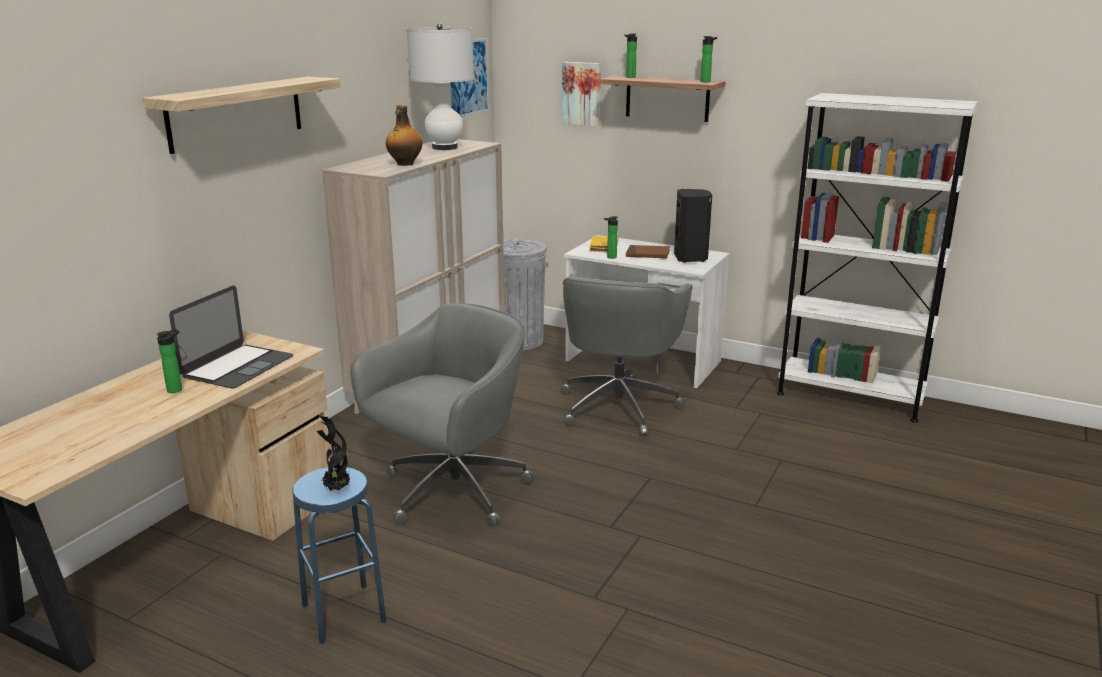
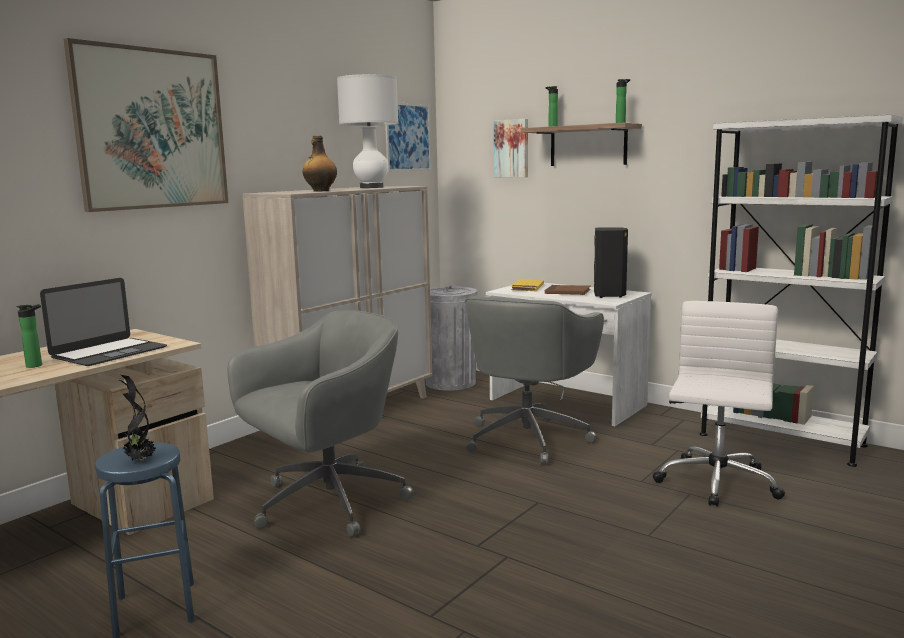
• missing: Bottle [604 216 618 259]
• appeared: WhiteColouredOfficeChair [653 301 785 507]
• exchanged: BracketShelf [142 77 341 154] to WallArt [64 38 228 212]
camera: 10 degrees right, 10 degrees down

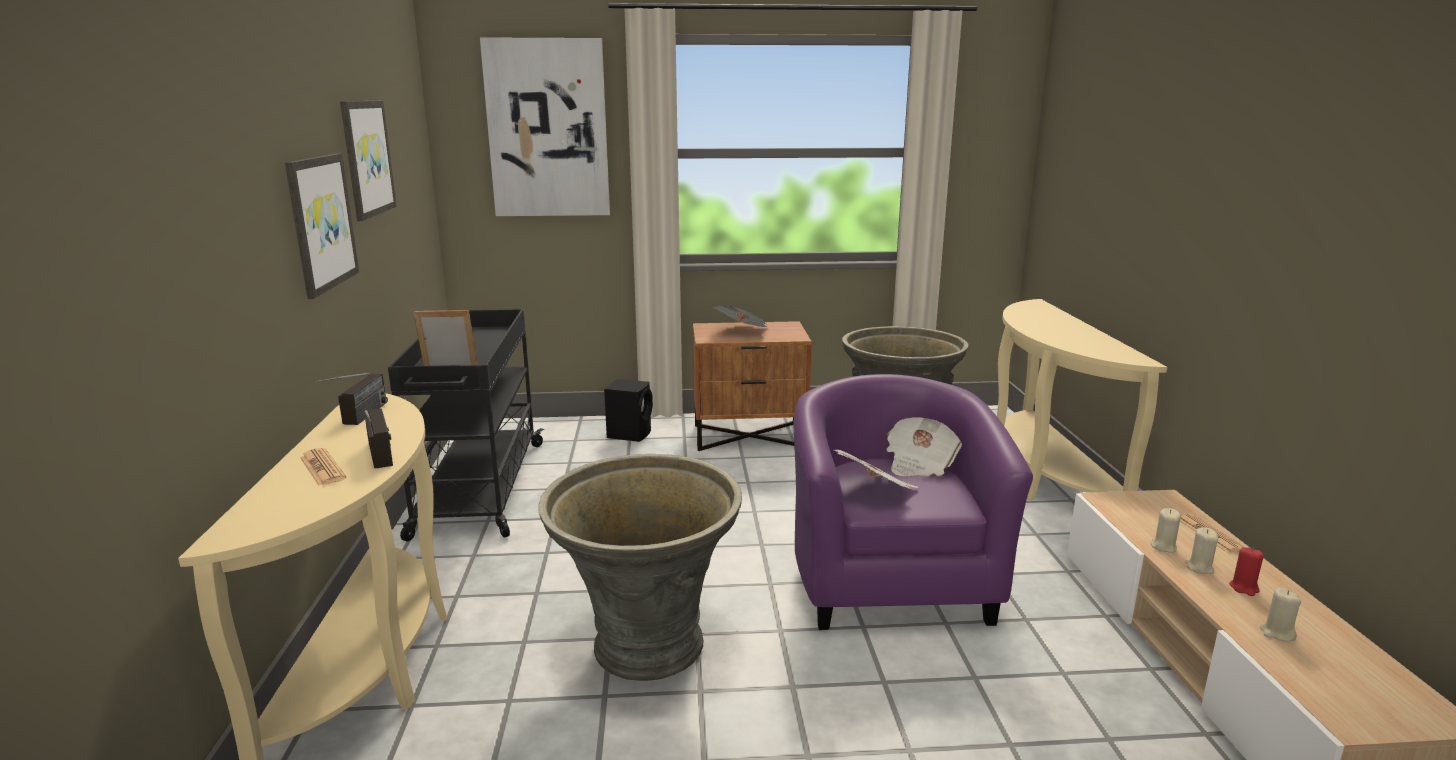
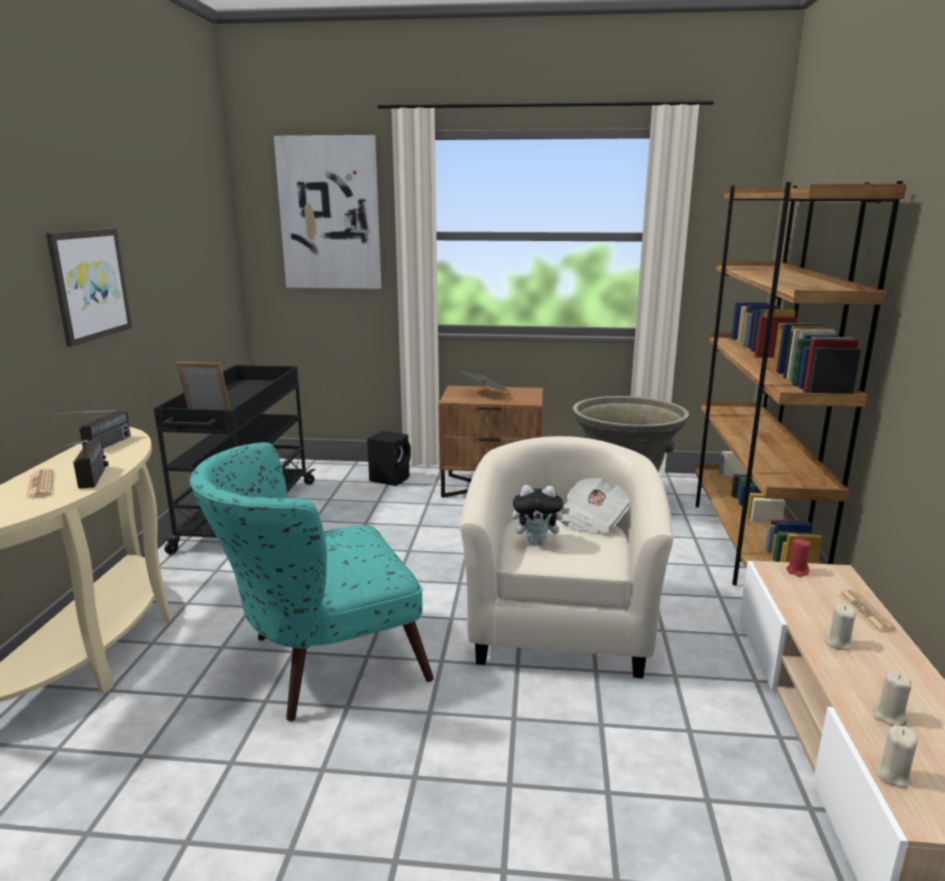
• missing: WallArt [340 101 397 221]
• relocated: SandColouredWaxLight [1151 508 1181 553] to [875 725 918 788]
• relocated: ReddishWaxLight [1229 547 1264 596] to [786 538 810 577]
• exchanged: GreyishFlowerPot [539 454 742 681] to TurquoiseLoungeChair [189 442 434 721]
• exchanged: DailyPaper [833 450 919 489] to CuddlyToy [512 485 570 545]
• exchanged: SandColouredConsoleTable [997 299 1167 500] to BrownBookcase [694 181 907 586]
• colour: PurpleLoungeChair [794 374 1033 630] to SandColouredLoungeChair [460 436 674 679]
camera: 10 degrees right, 0 degrees up

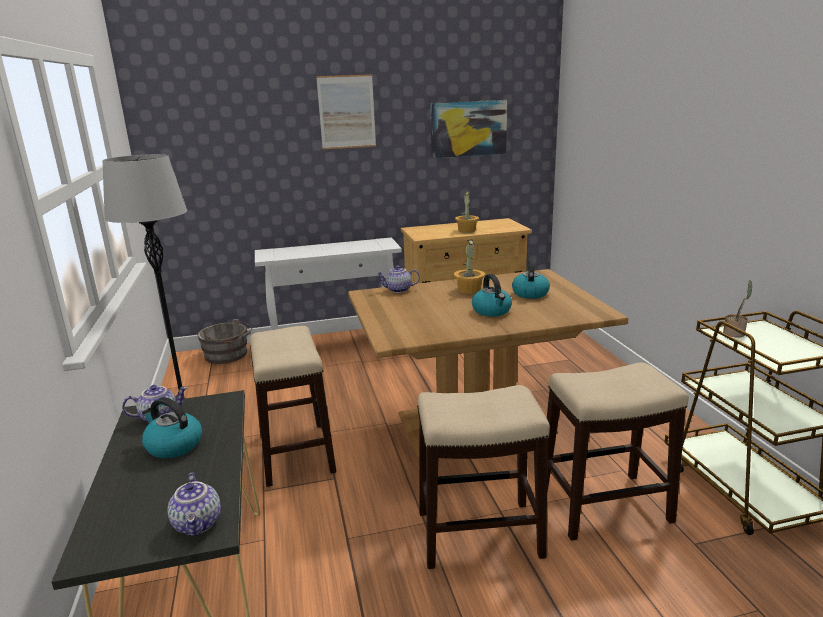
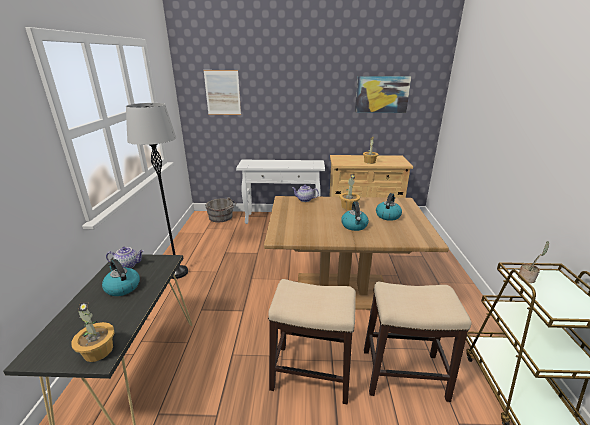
• missing: StoolSeat [250 326 336 487]
• relocated: WallArt [316 74 376 149] to [203 70 241 115]
• exchanged: TeaPot [168 473 221 536] to Houseplant [71 302 115 362]
camera: 15 degrees right, 5 degrees up

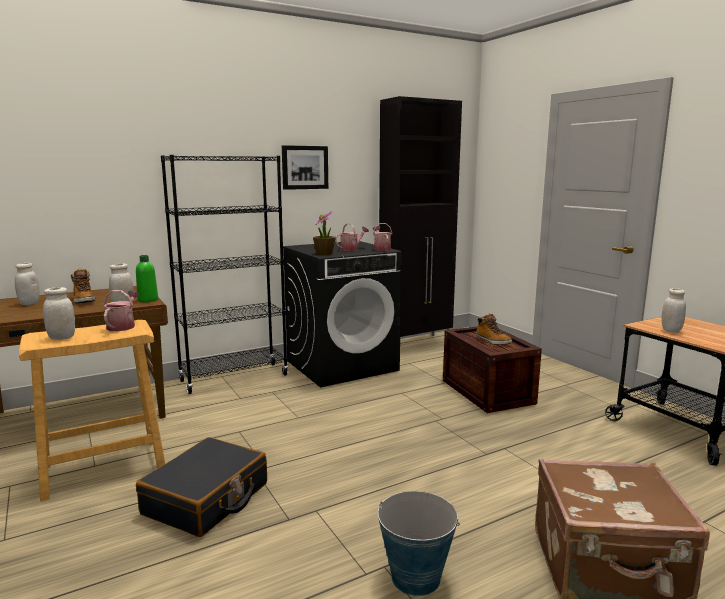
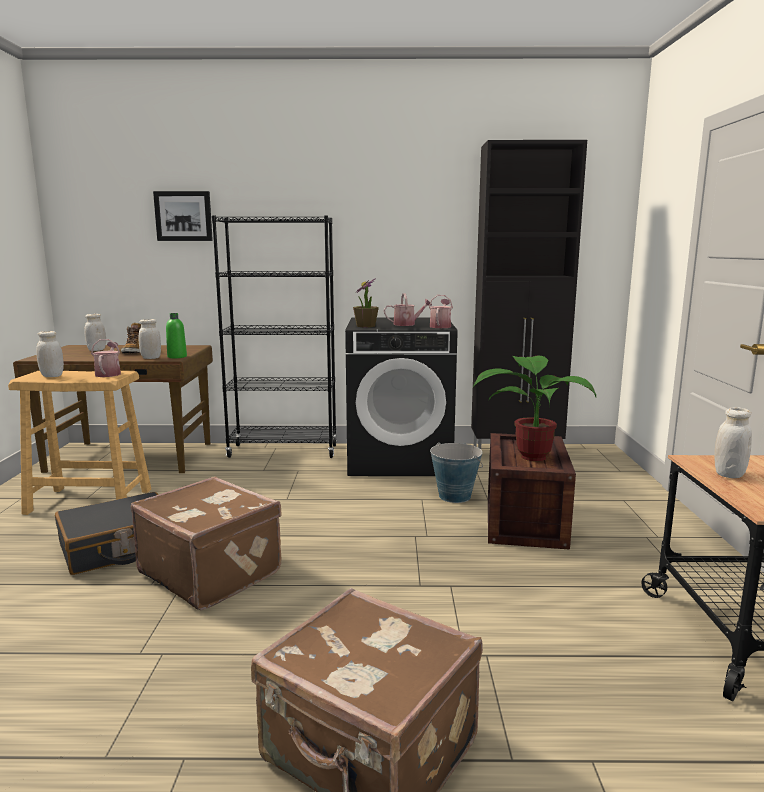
• appeared: BrownTravelCase [131 476 282 610]
• relocated: WallArt [282 145 328 190] to [153 191 213 241]
• relocated: WaterBucket [378 491 460 596] to [430 442 483 503]
• exchanged: Boot [476 313 512 345] to Houseplant [473 356 596 461]
• spun: WateringPot [104 290 139 331] = [91 339 121 377] 45 degrees counterclockwise
camera: 30 degrees right, 0 degrees up

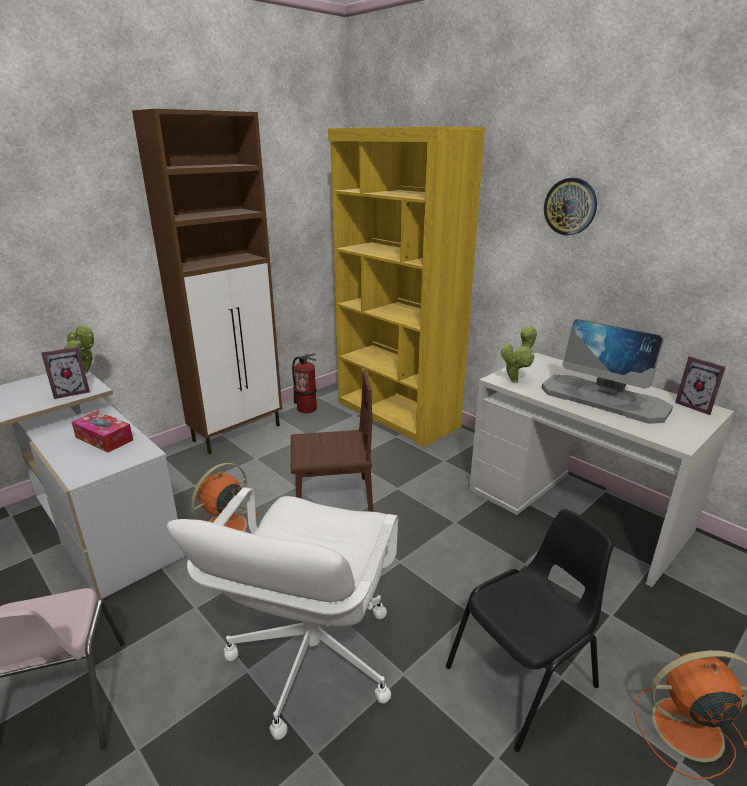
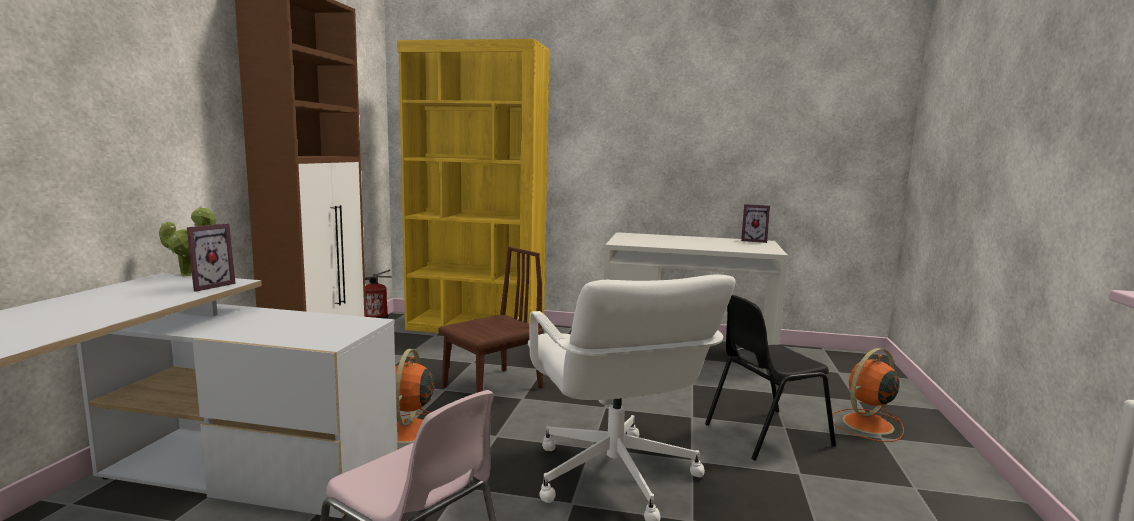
• missing: BoxOfTissues [72 411 133 453]
• missing: Houseplant [501 326 538 383]
• missing: ComputerDisplay [542 319 673 424]
• missing: ClockOnTheWall [544 178 597 235]
• spun: BlackChair [446 509 614 752] = [705 295 836 461] 135 degrees counterclockwise
camera: 35 degrees left, 15 degrees down

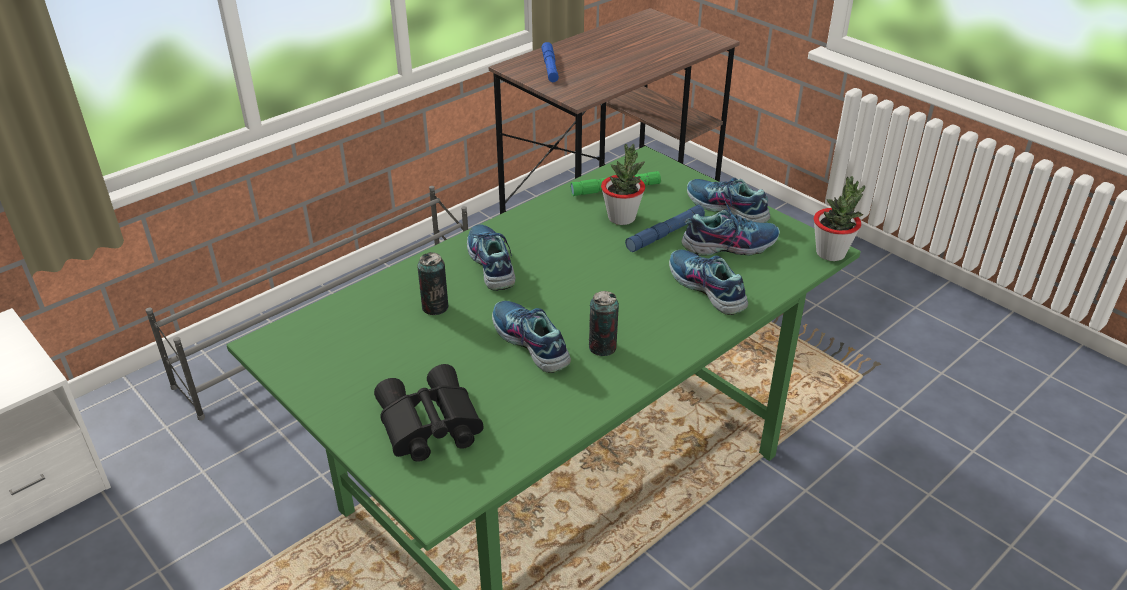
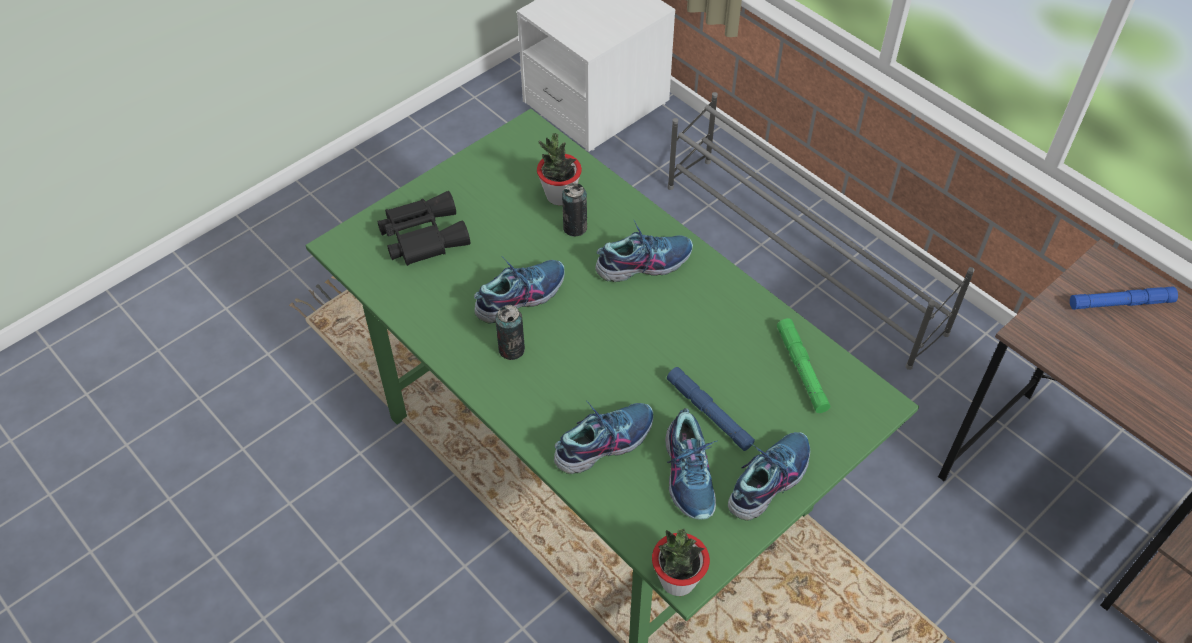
• relocated: Houseplant [601 144 645 225] to [537 133 582 206]
camera: 90 degrees right, 15 degrees up

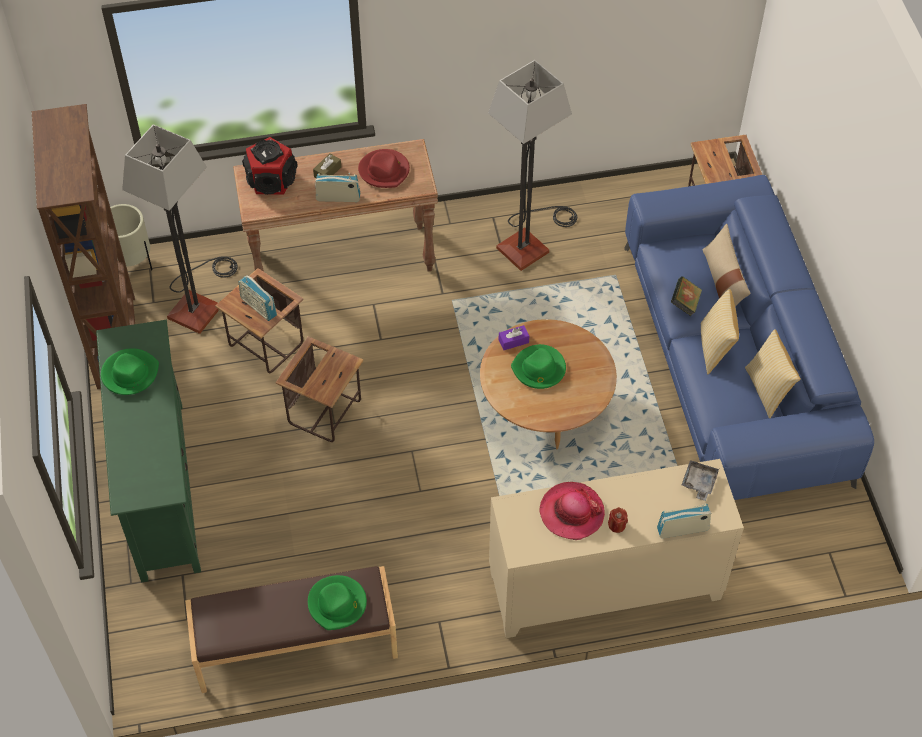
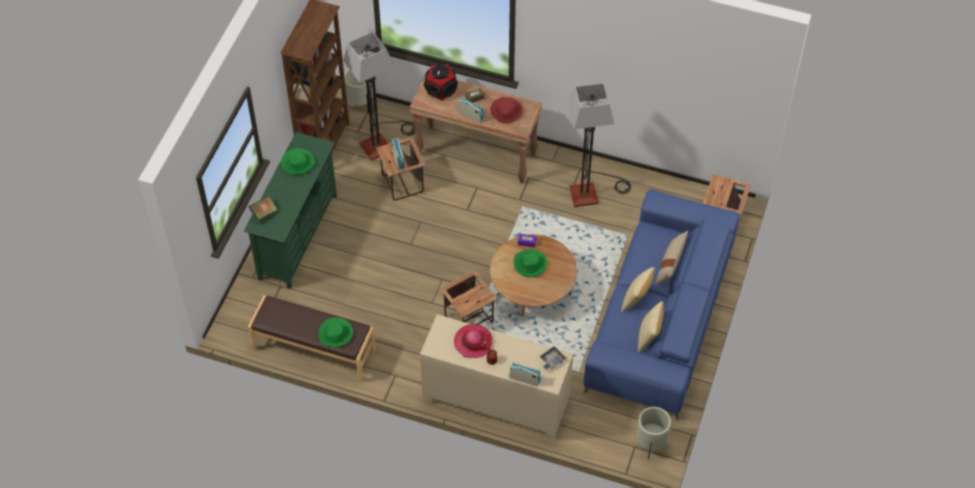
• appeared: SandColouredFlowerPot [636 407 671 459]
• relocated: SideTable [276 336 363 442] to [440 270 497 324]
• relocated: Volume [671 276 702 316] to [249 196 278 221]
camera: 30 degrees right, 0 degrees up

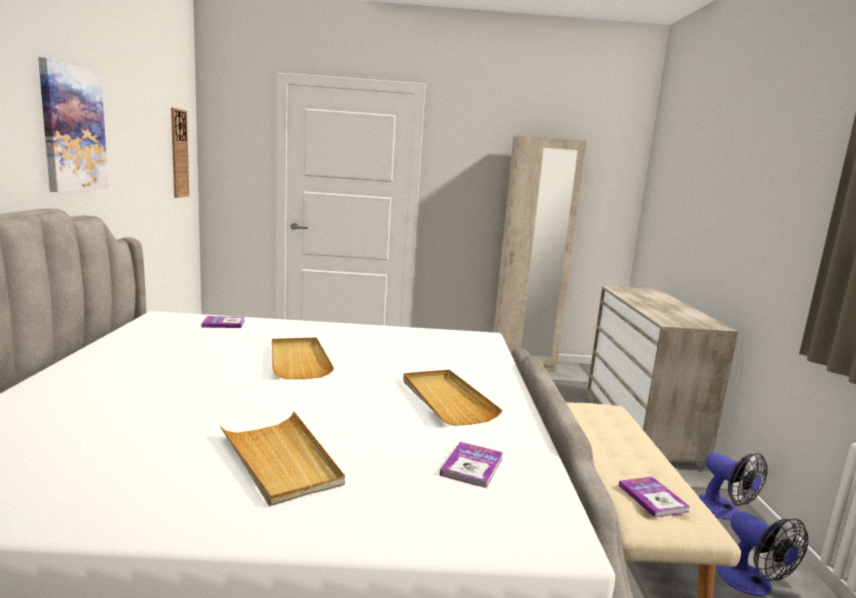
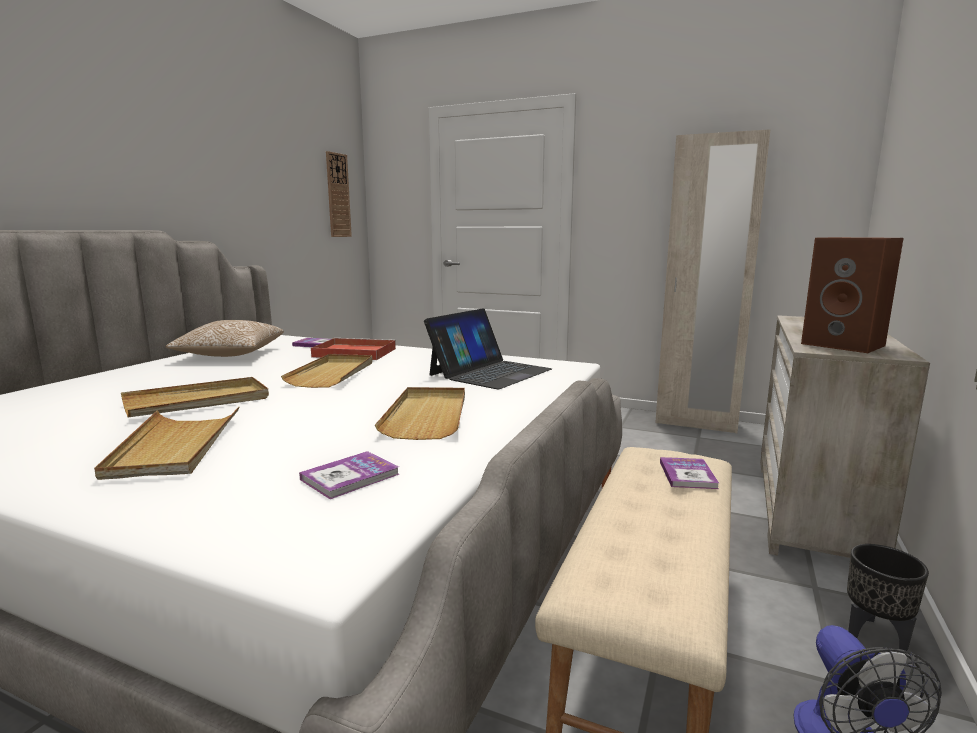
• missing: WallArt [38 57 108 192]
• appeared: SandColouredServingTray [121 377 269 418]
• appeared: Cushion [166 320 284 357]
• appeared: ReddishServingTray [311 338 396 360]
• appeared: PortableComputer [424 308 552 389]
• appeared: BrownLoudspeaker [801 237 903 353]
• relocated: Volume [619 477 690 518] to [660 457 719 489]
• exchanged: Fan [698 453 768 519] to BlackFlowerPot [847 544 929 651]
camera: 25 degrees right, 0 degrees up

